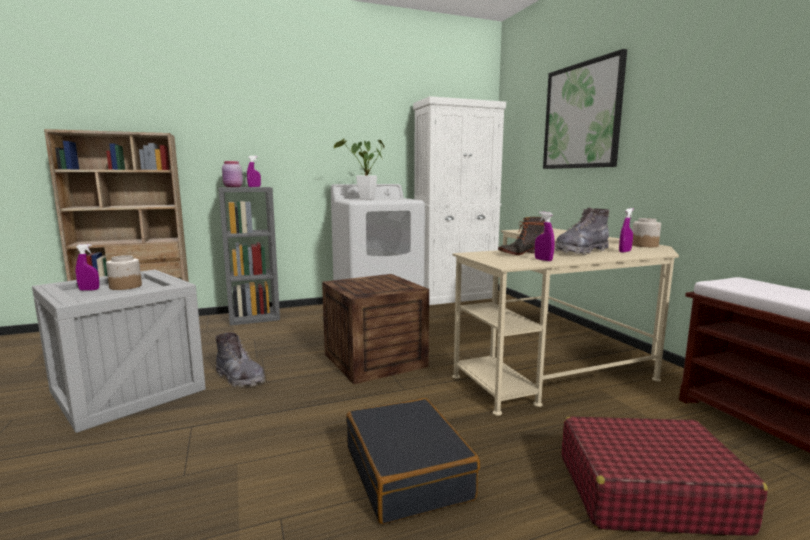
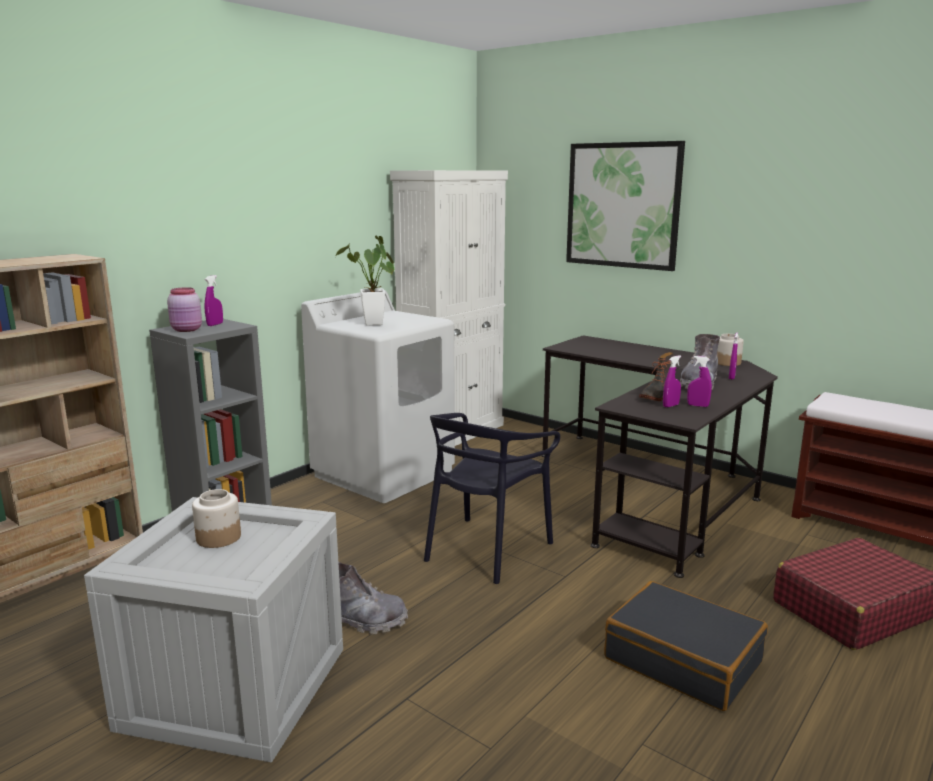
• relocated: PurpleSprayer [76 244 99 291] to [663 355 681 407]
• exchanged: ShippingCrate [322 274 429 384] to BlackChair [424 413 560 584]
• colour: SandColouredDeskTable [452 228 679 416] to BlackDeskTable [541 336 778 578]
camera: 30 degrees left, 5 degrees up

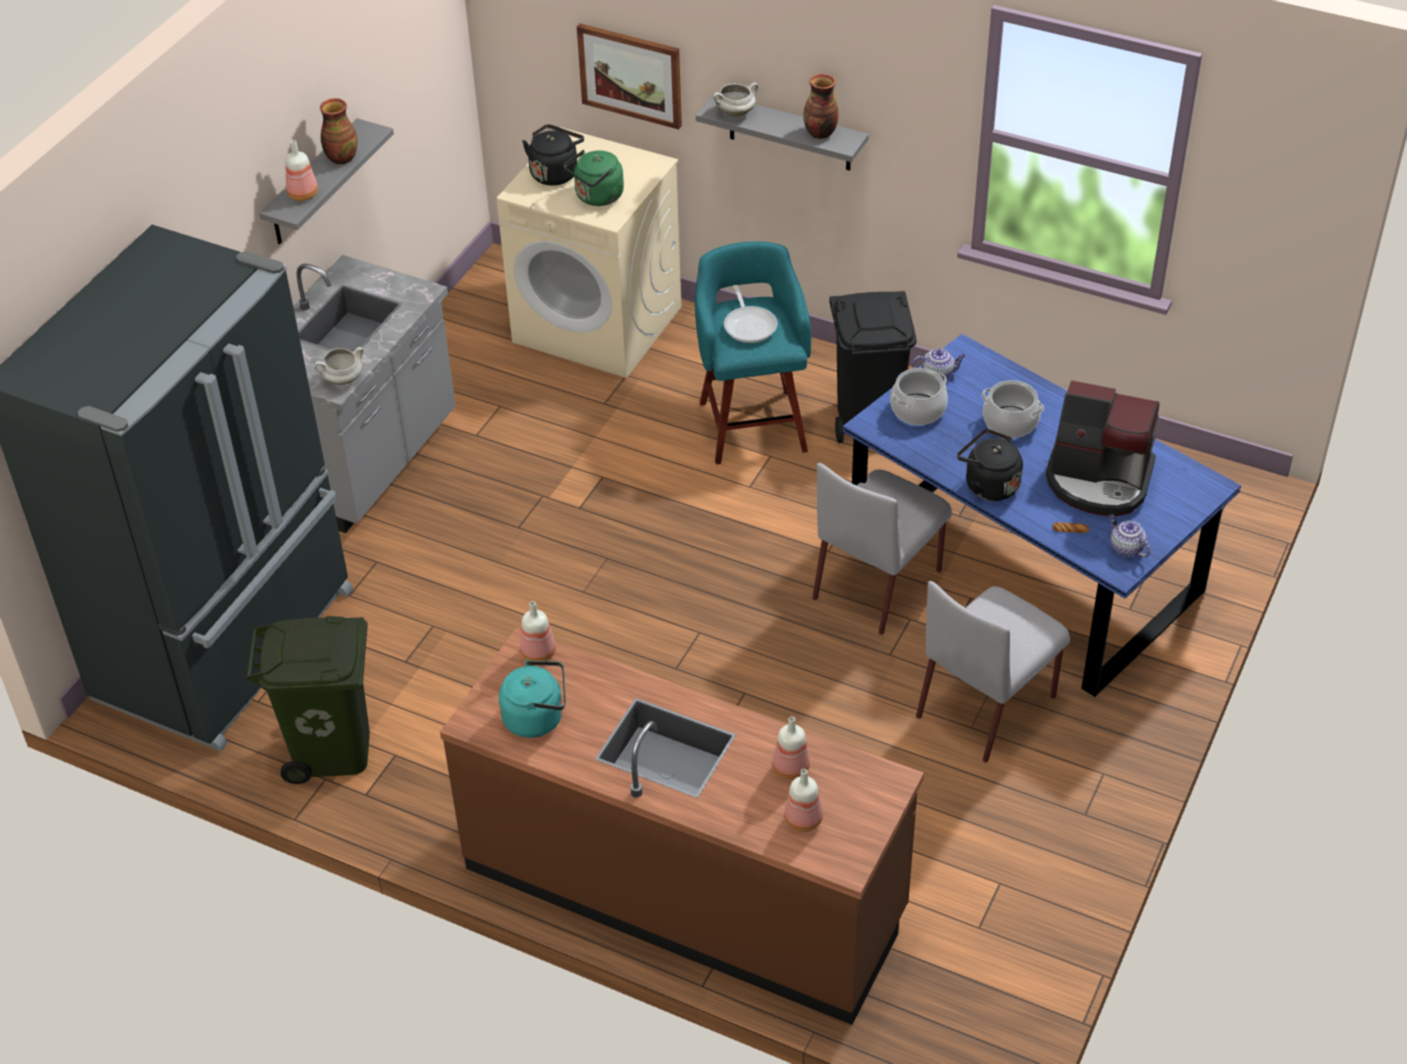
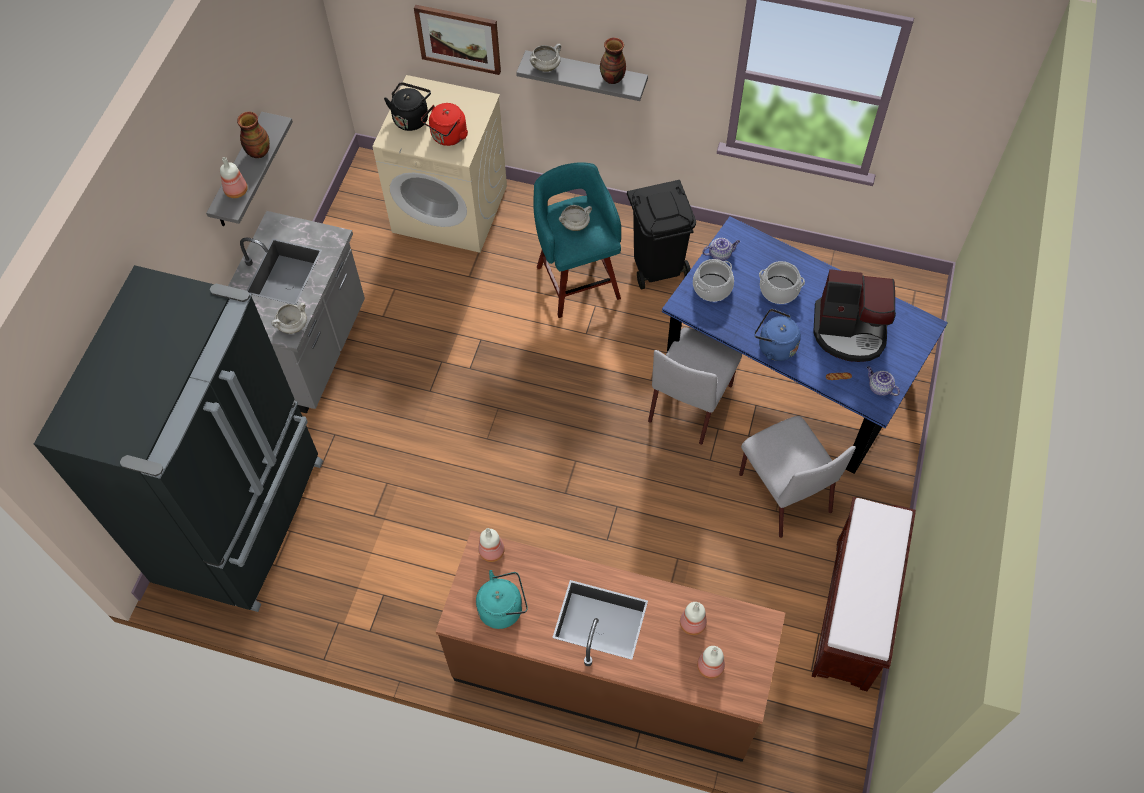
• missing: GreenishTrashCan [246 616 370 784]
• appeared: BrownBench [812 497 916 691]
• exchanged: Skillet [724 285 777 343] to WhiteColouredCookingPot [559 205 592 231]
• colour: GreenishWaterKettle [564 150 624 206] to ReddishWaterKettle [421 103 468 146]
• colour: BlackWaterKettle [957 429 1023 501] to BluishWaterKettle [754 309 801 361]
• spun: GreyishChair [916 581 1070 763] = [739 416 856 538] 60 degrees counterclockwise
camera: 10 degrees left, 15 degrees up

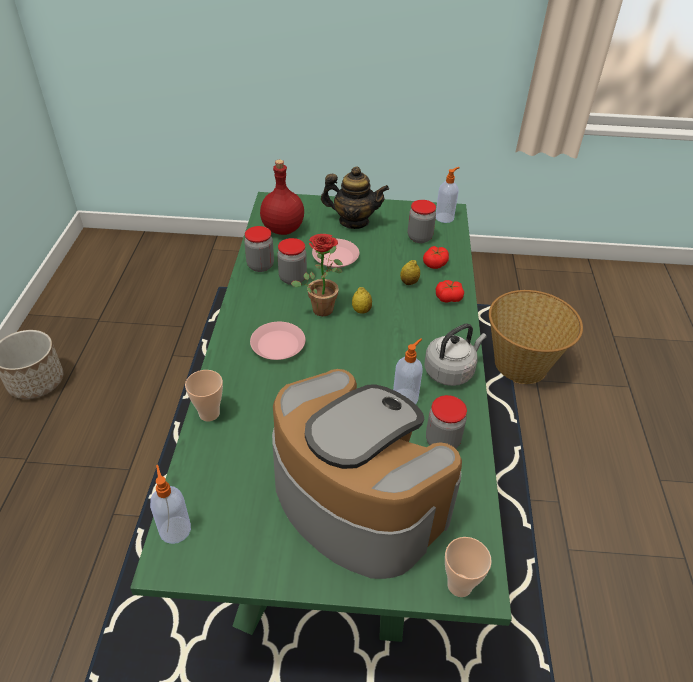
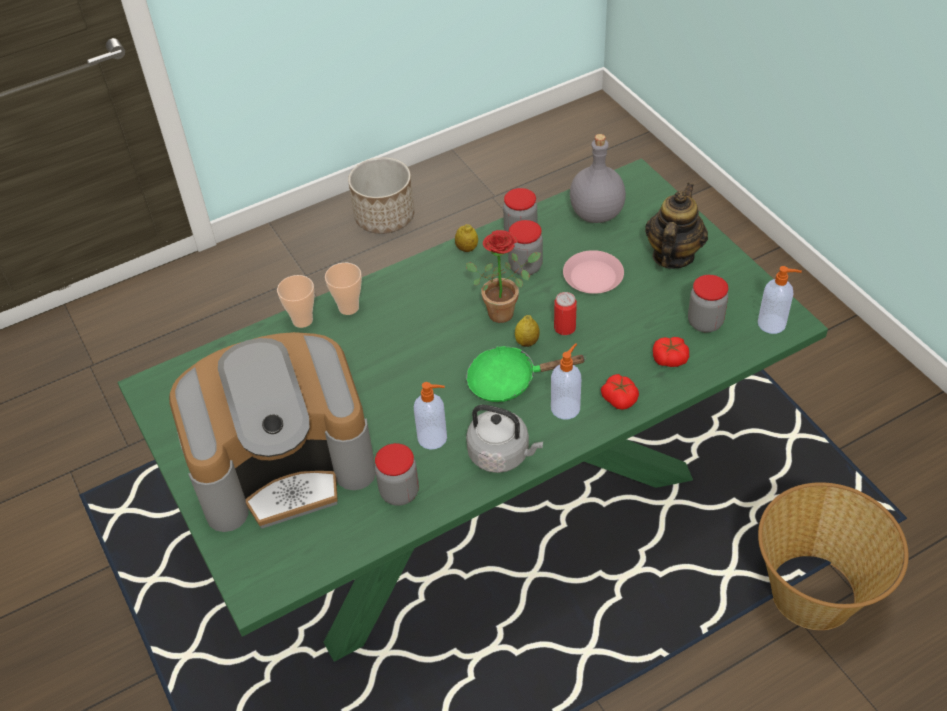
• missing: PinkishPlate [250 322 305 360]
• appeared: GreenishSkillet [466 346 585 402]
• appeared: MetalCan [554 292 577 335]
• relocated: LiquidSoapBottle [150 465 191 544] to [551 343 581 420]
• relocated: CitrusFruit [400 260 420 285] to [455 224 478 252]
• relocated: Cup [445 537 492 597] to [325 263 362 315]
• colour: ReddishBottle [260 160 304 235] to GreyishBottle [570 134 626 223]
• spun: CoffeeMaker [272 369 462 579] = [169 332 376 532] 60 degrees clockwise
• spun: TeaPot [321 166 389 229] = [645 183 708 269] 135 degrees counterclockwise
camera: 60 degrees right, 5 degrees up

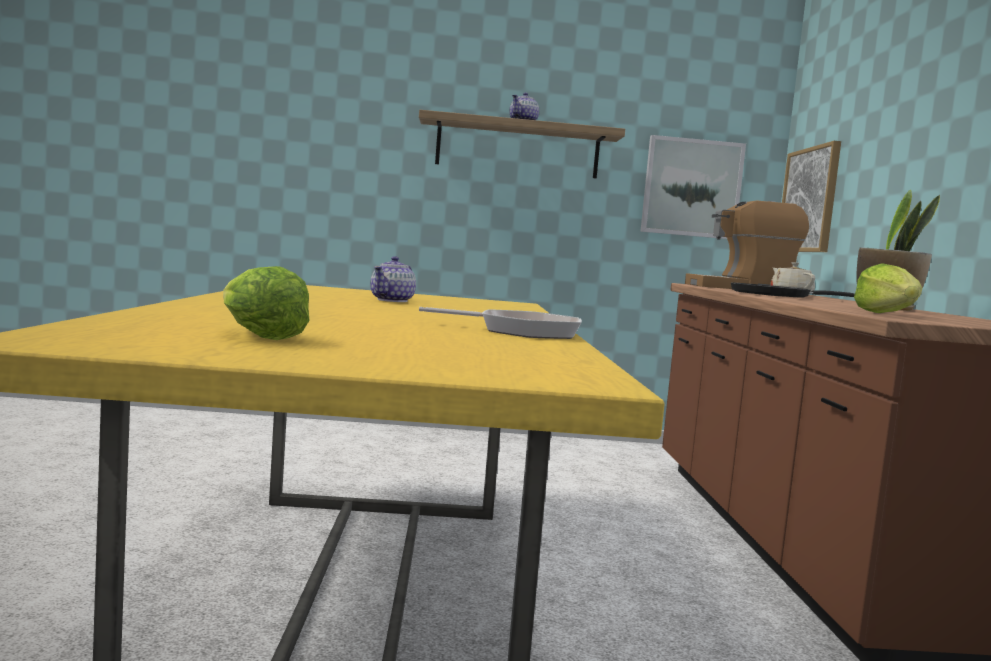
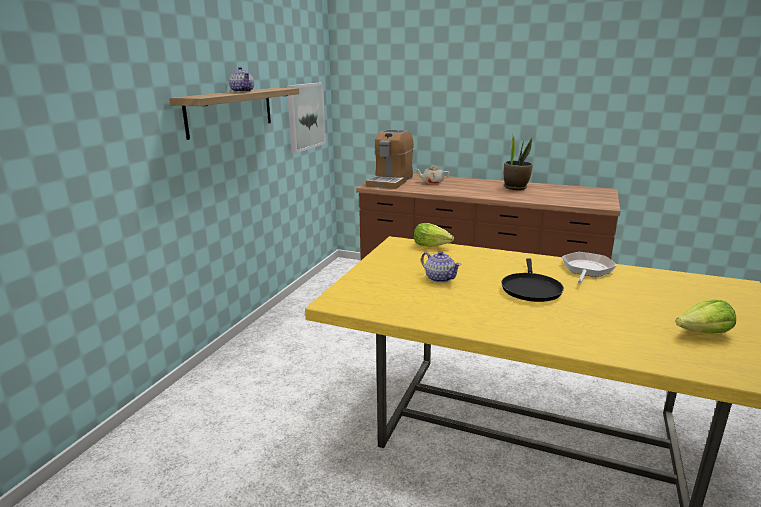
• missing: WallArt [782 141 841 252]
• relocated: BlackSkillet [731 282 855 298] to [501 258 564 302]
• relocated: Lettuce [854 264 922 313] to [414 223 454 247]
camera: 65 degrees left, 15 degrees up

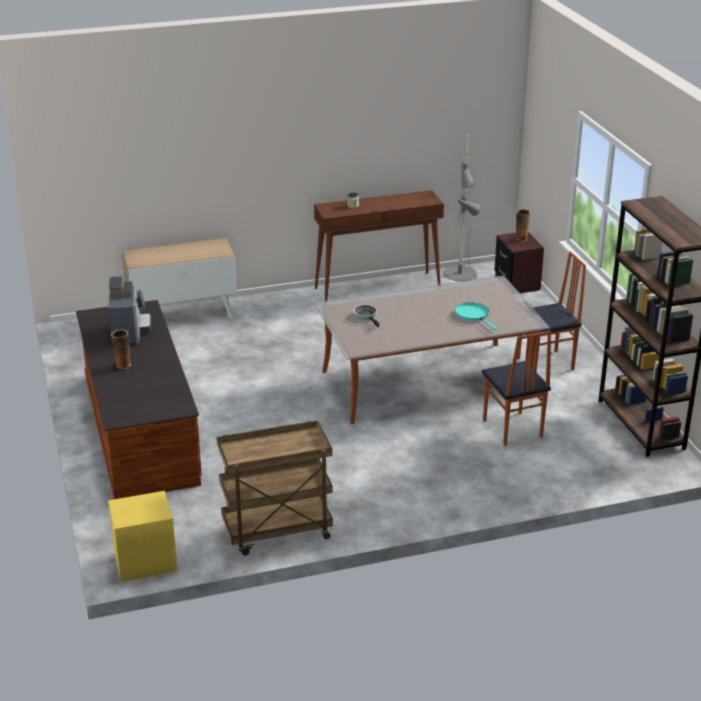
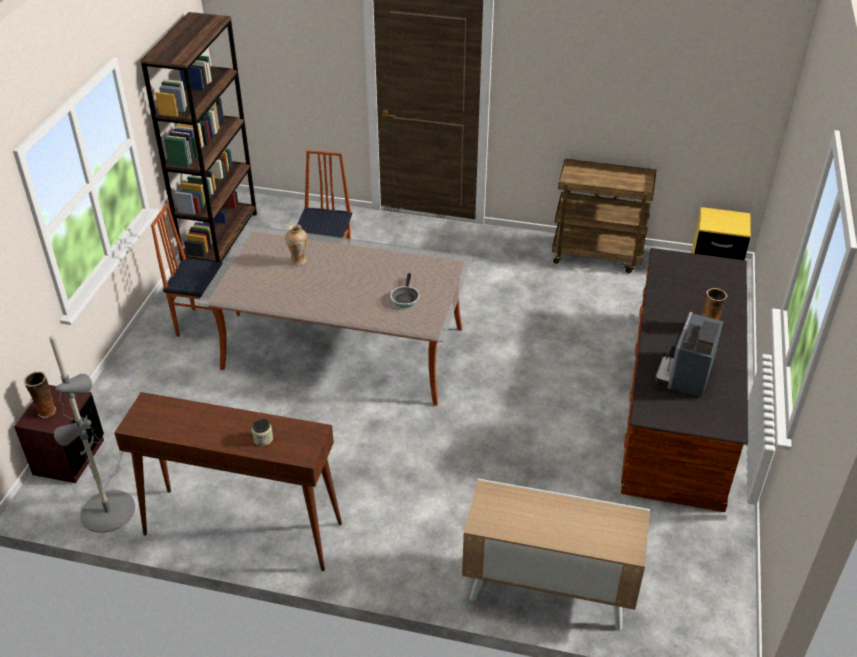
• exchanged: TurquoiseSkillet [455 302 497 330] to Vase [285 224 307 266]
camera: 150 degrees left, 10 degrees up

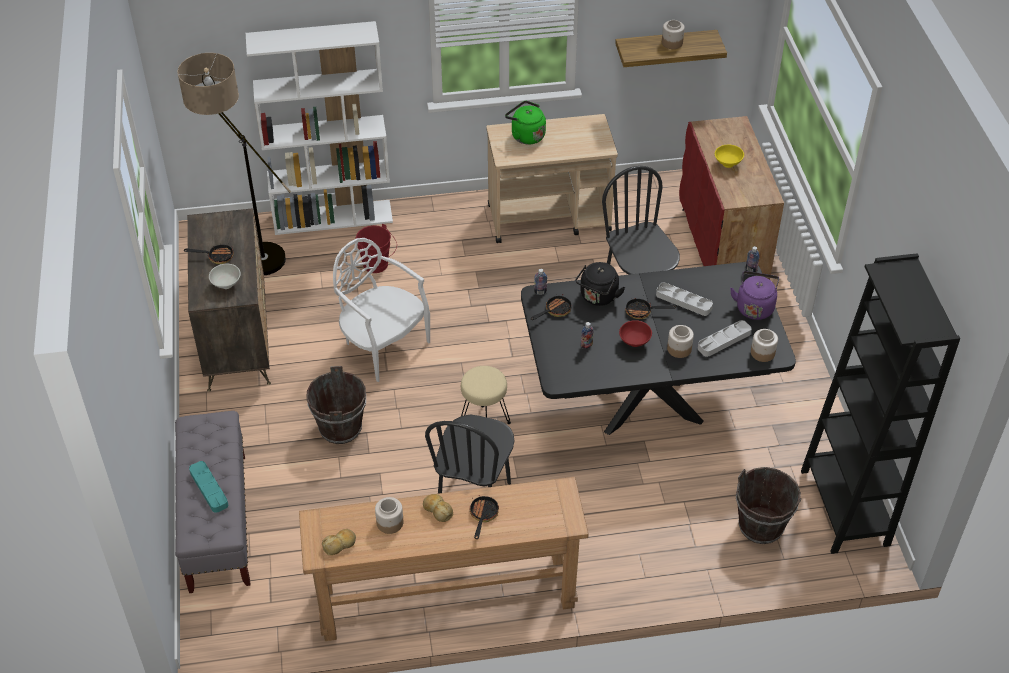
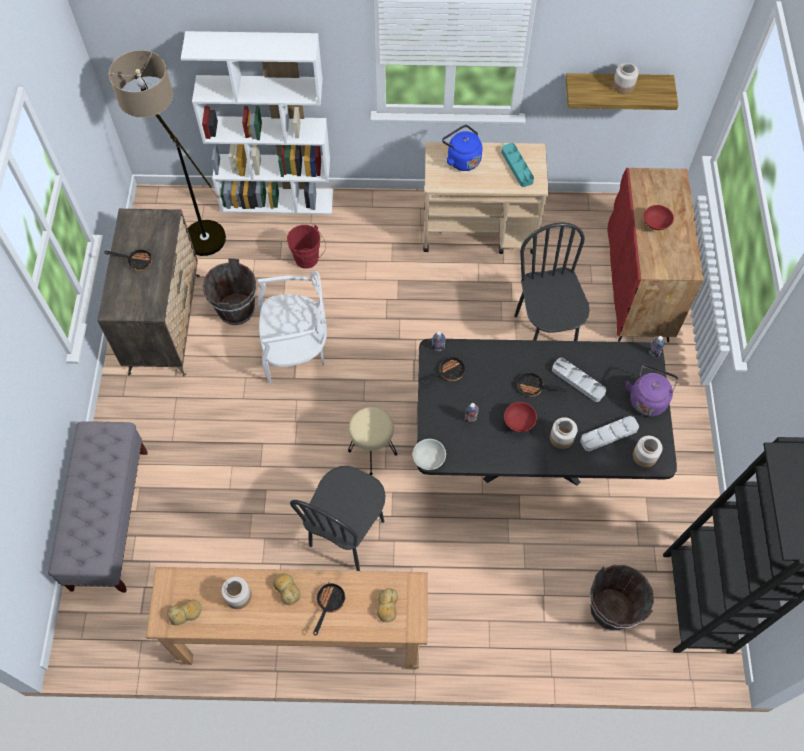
• missing: BlackWaterKettle [575 262 625 306]
• appeared: Bread [376 588 398 622]
• relocated: TurquoiseServingTray [189 461 228 513] to [501 143 534 187]
• relocated: WhiteColouredBowl [209 264 241 289] to [413 439 446 470]
• relocated: BrownWaterBucket [306 366 366 444] to [203 258 257 325]
• colour: GreenishWaterKettle [505 101 546 145] to BluishWaterKettle [442 125 482 171]
• colour: YellowishBowl [715 145 744 168] to ReddishBowl [644 205 674 230]
• spun: WhiteColouredChair [333 238 430 382] = [258 271 327 383] 120 degrees clockwise
camera: 10 degrees right, 15 degrees up

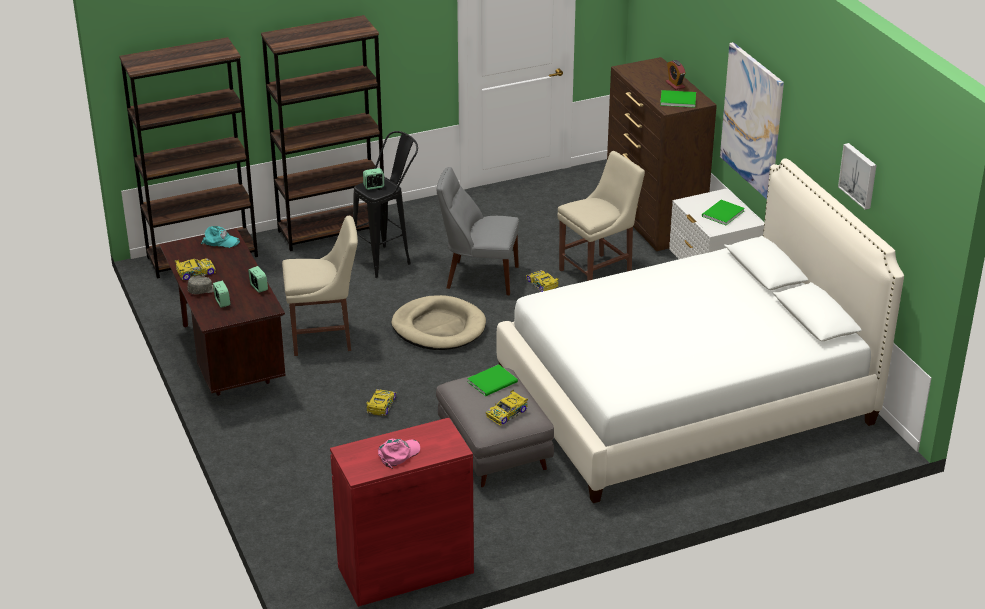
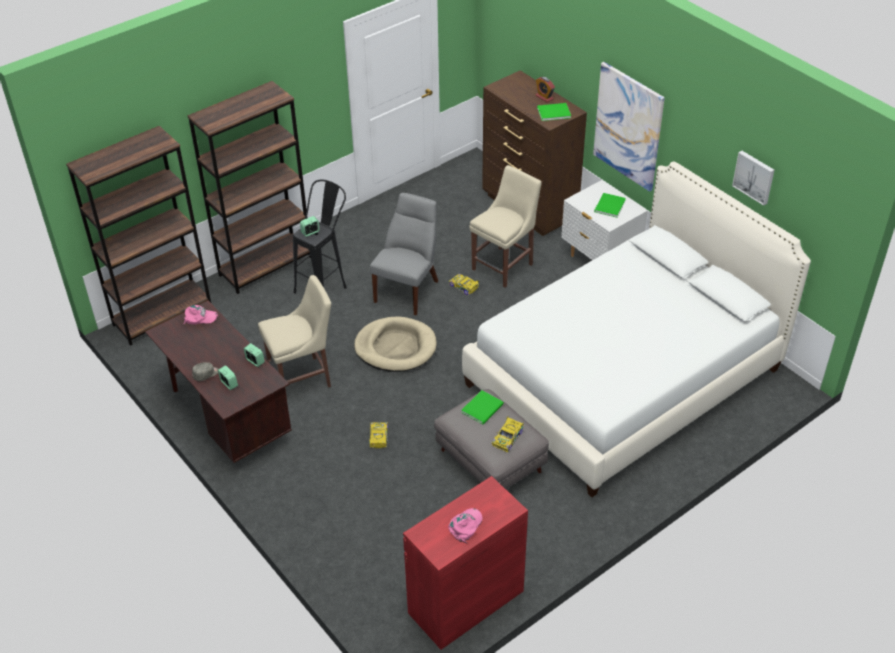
• missing: ModelCar [175 259 216 281]
• colour: TurquoiseCap [201 226 240 248] to PinkishCap [184 305 218 325]
• spun: GreyishChair [437 167 519 295] = [370 193 438 315] 120 degrees clockwise
camera: 15 degrees left, 10 degrees up

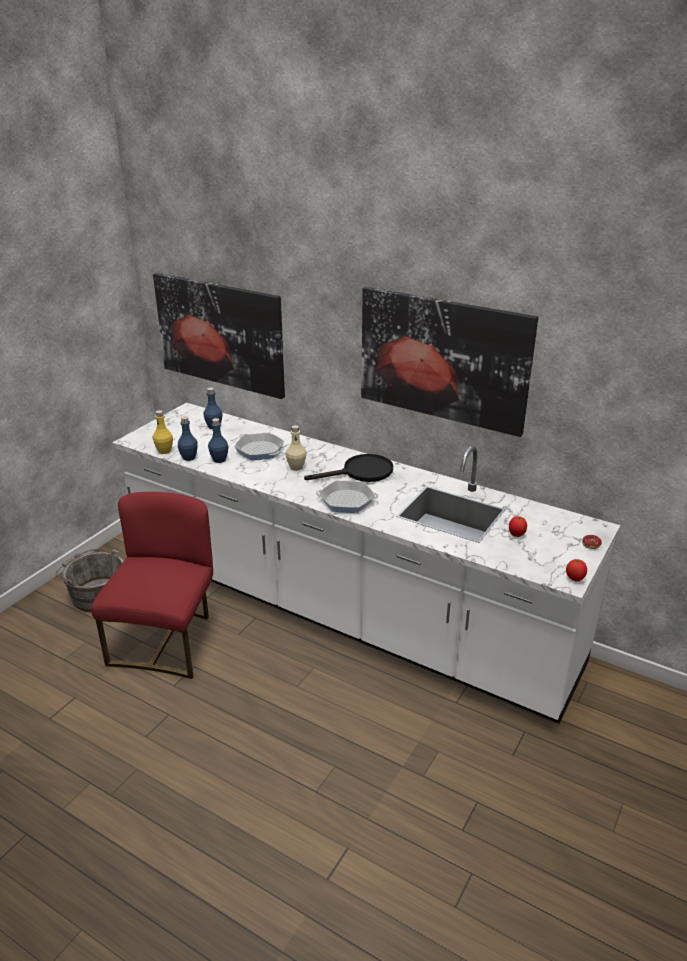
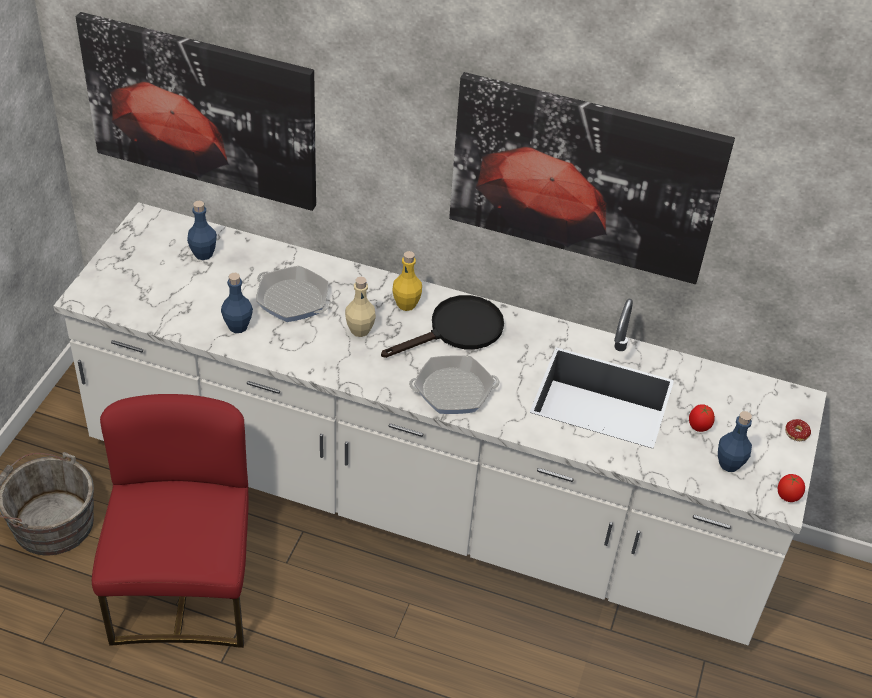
• relocated: YellowishBottle [153 410 173 454] to [392 251 422 311]
• relocated: BluishBottle [178 416 198 461] to [718 411 752 472]
camera: 15 degrees left, 15 degrees up

